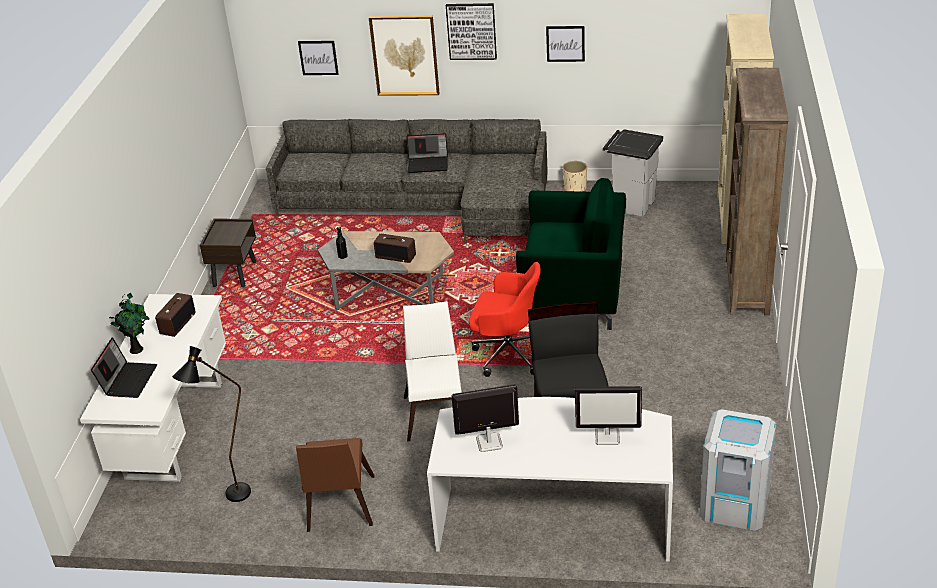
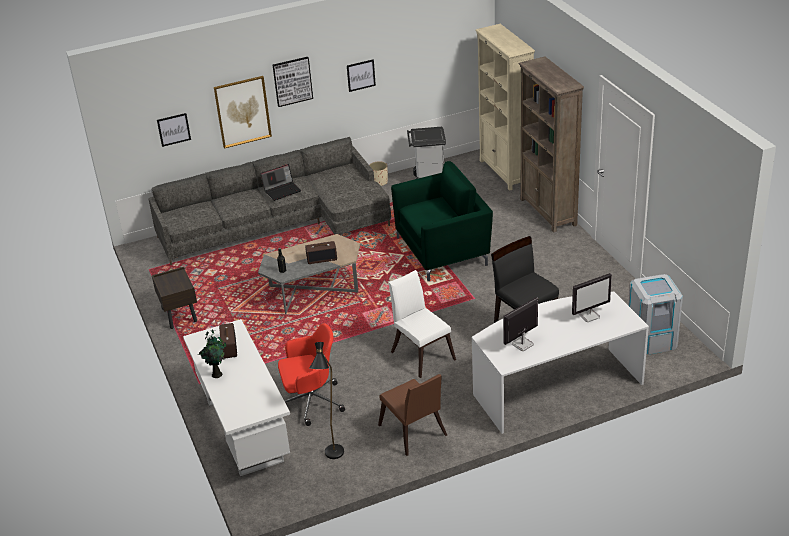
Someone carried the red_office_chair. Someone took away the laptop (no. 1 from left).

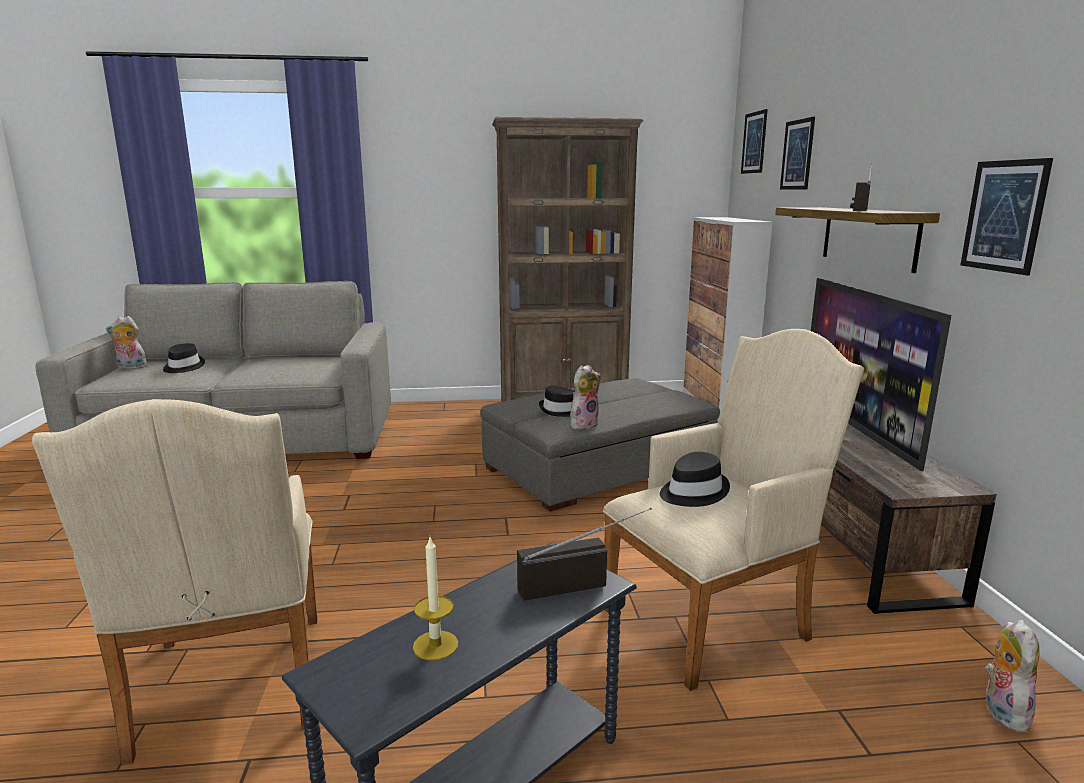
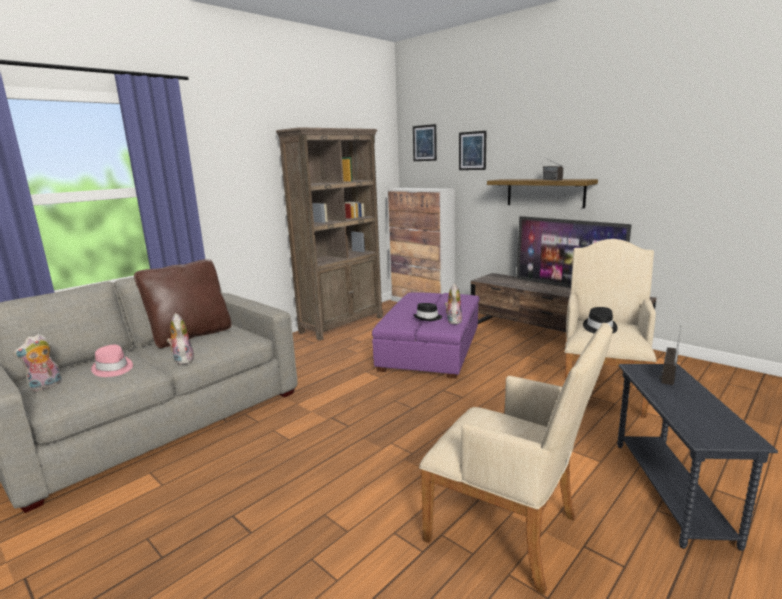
Someone repainted the black_hat (no. 1 from left), which became the pink_hat. Someone put down the brown_pillow. Someone carried the plush_toy (no. 3 from left in the first image). Someone repainted the grey_ottoman, which became the purple_ottoman. Someone took away the candle. Someone took away the picture (no. 3 from left).

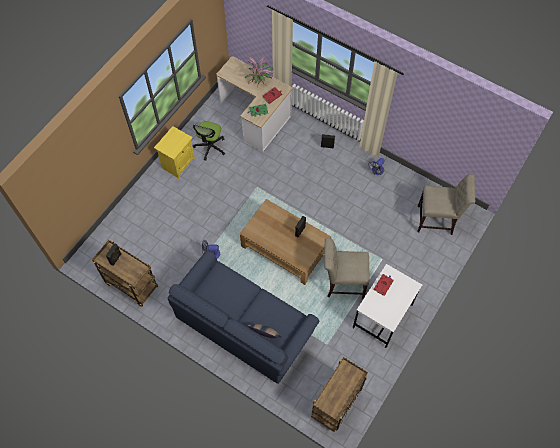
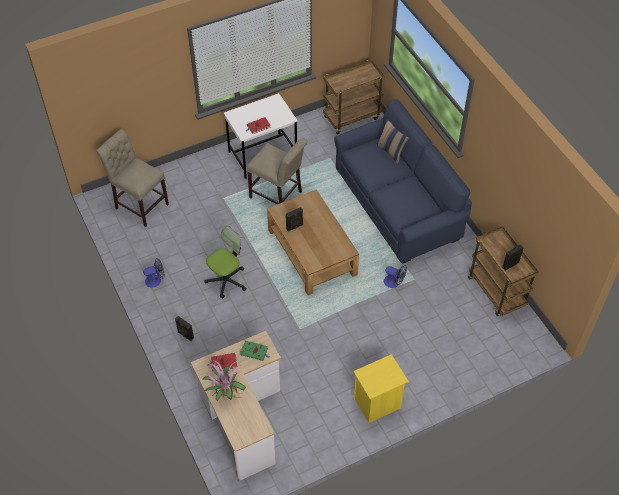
Someone carried the office_chair.

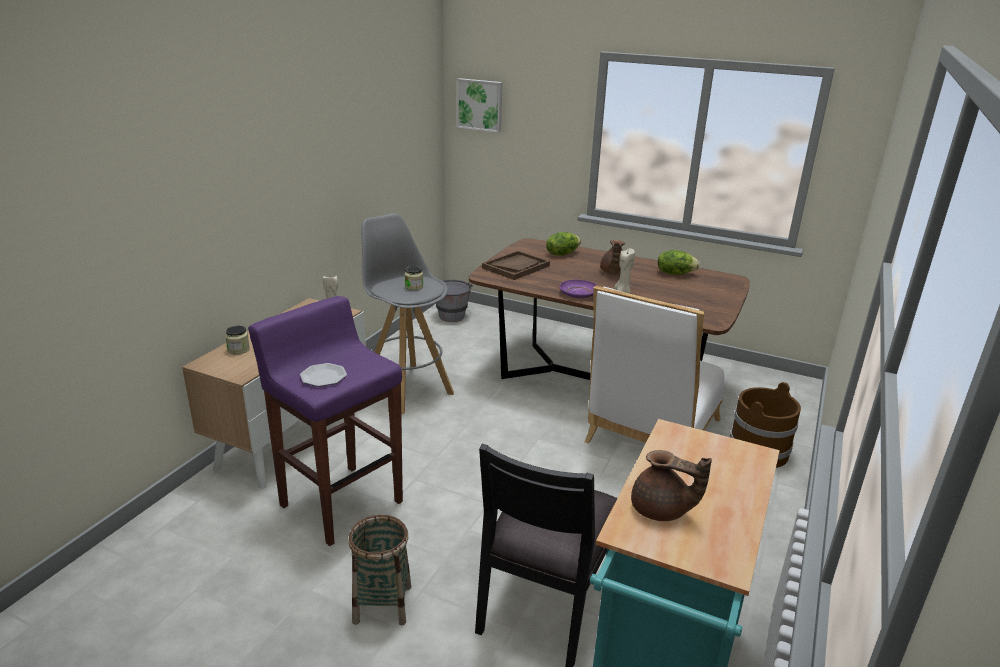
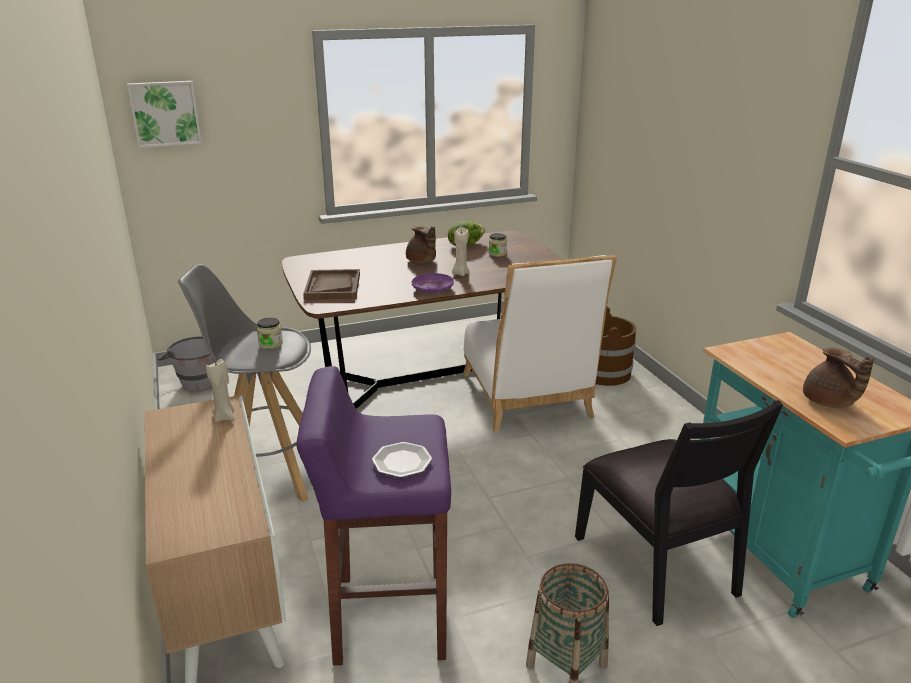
Someone carried the jar (no. 1 from left in the first image). Someone rotated the brown_teapot (no. 2 from left) by 90 degrees clockwise. Someone took away the lettuce (no. 1 from left).

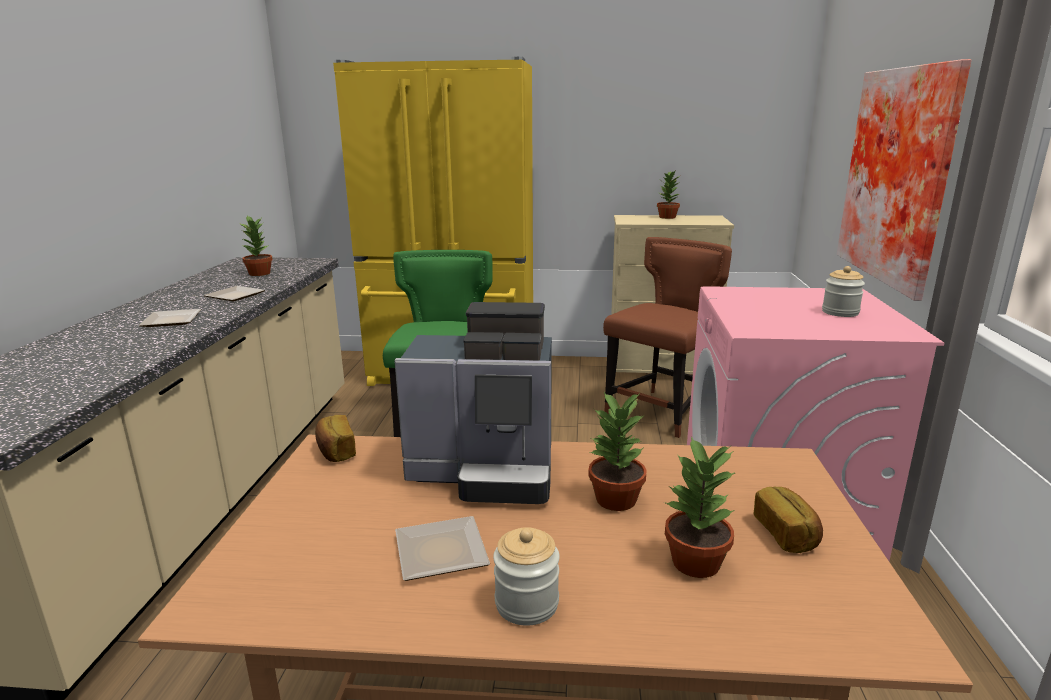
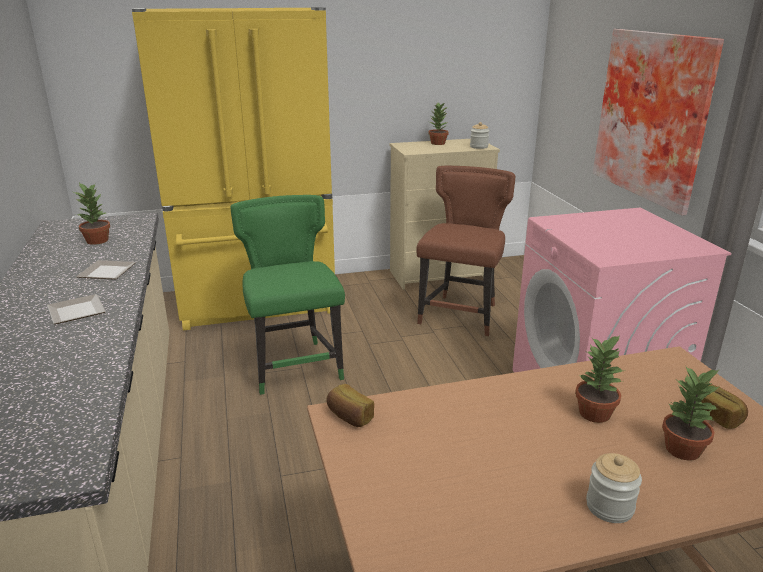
Someone carried the jar (no. 2 from left in the first image). Someone took away the coffee_machine. Someone took away the plate (no. 3 from left).

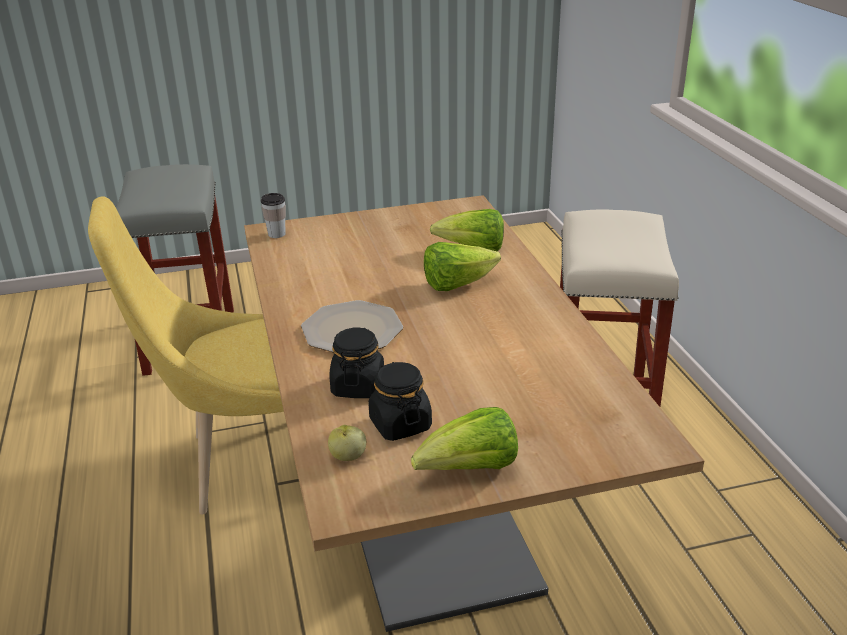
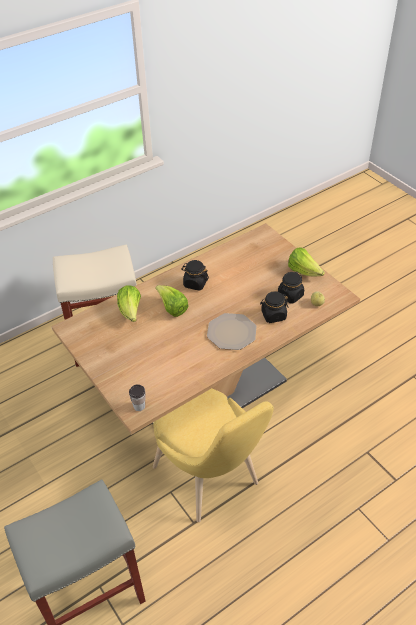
Someone put down the black_jar (no. 1 from left).

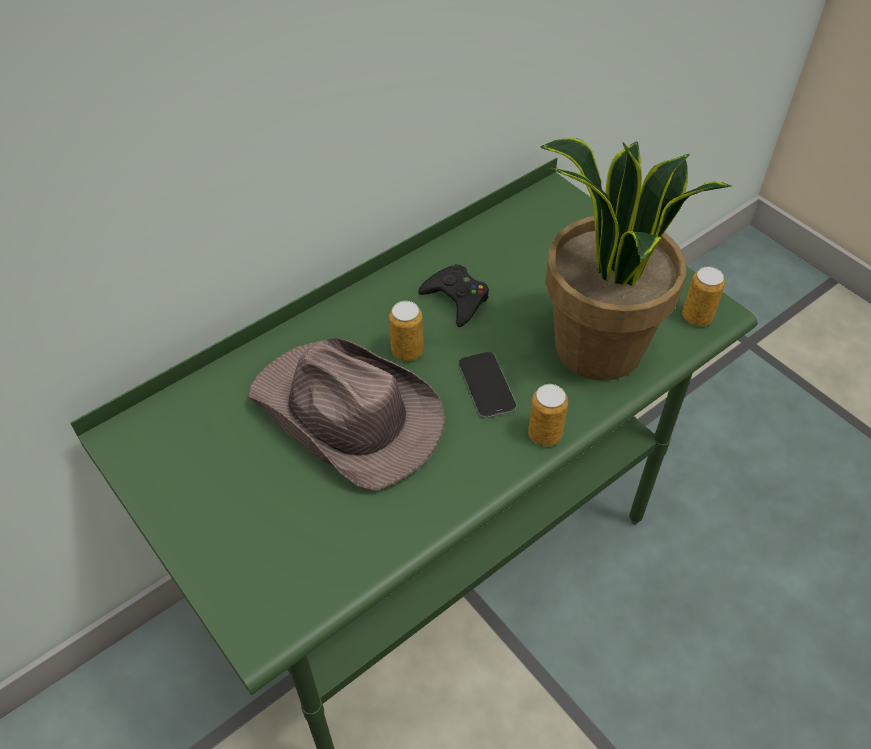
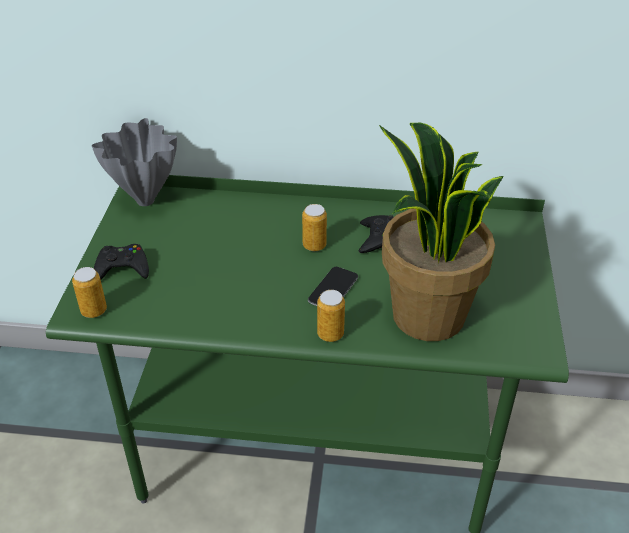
Someone carried the can (no. 3 from left in the first image). Someone put down the grey_vase. Someone put down the black_game_controller (no. 1 from left). Someone took away the brown_hat.

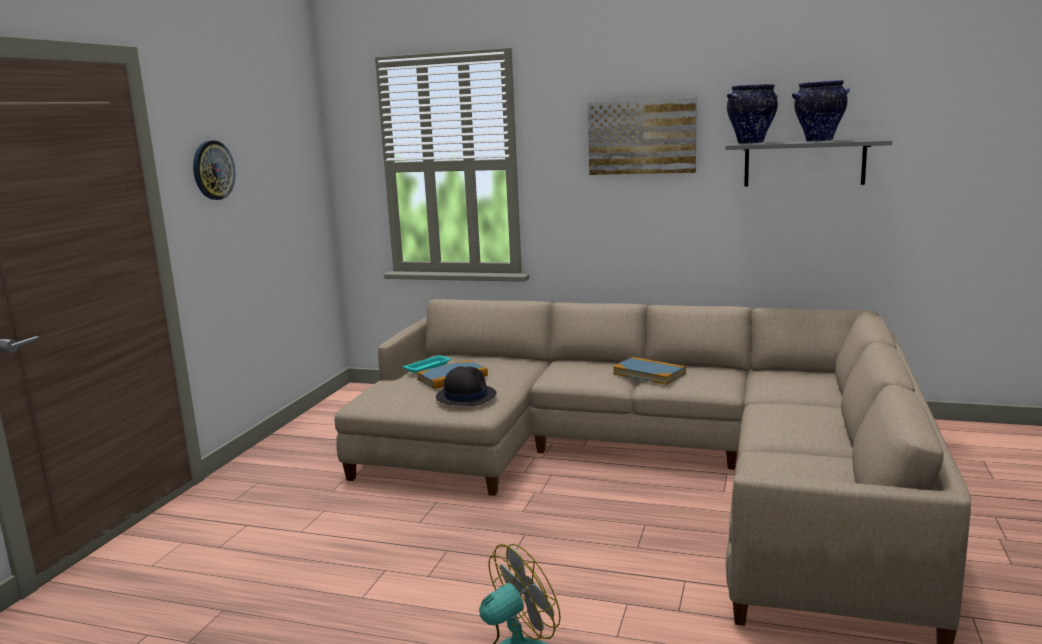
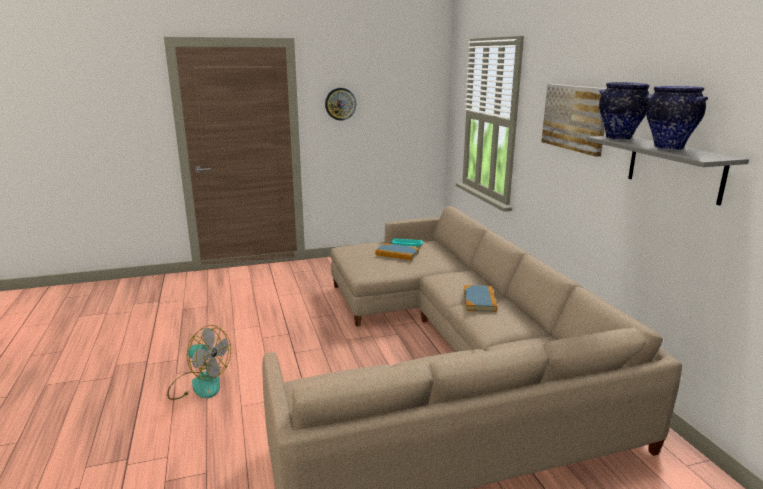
Someone took away the black_hat.

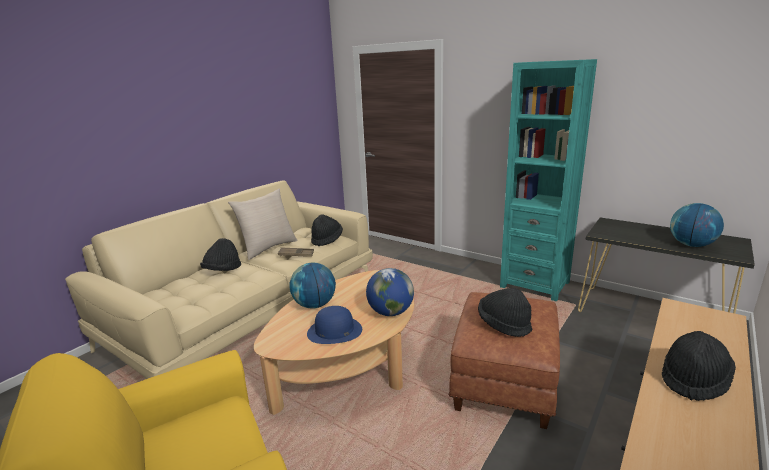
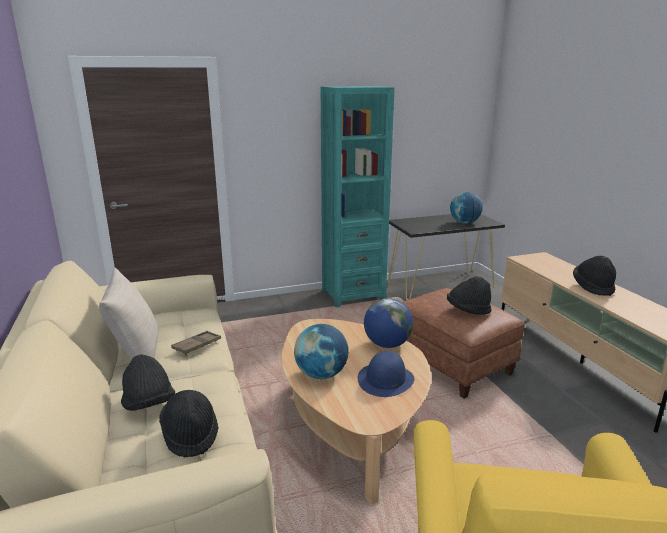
Someone carried the black_hat (no. 2 from left).

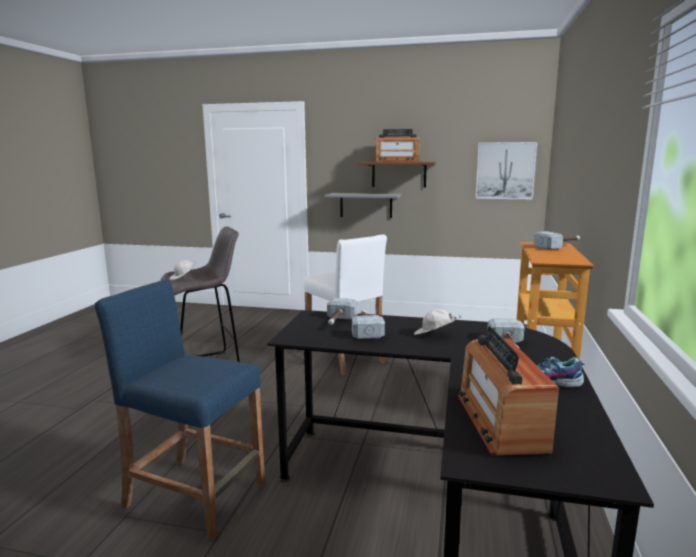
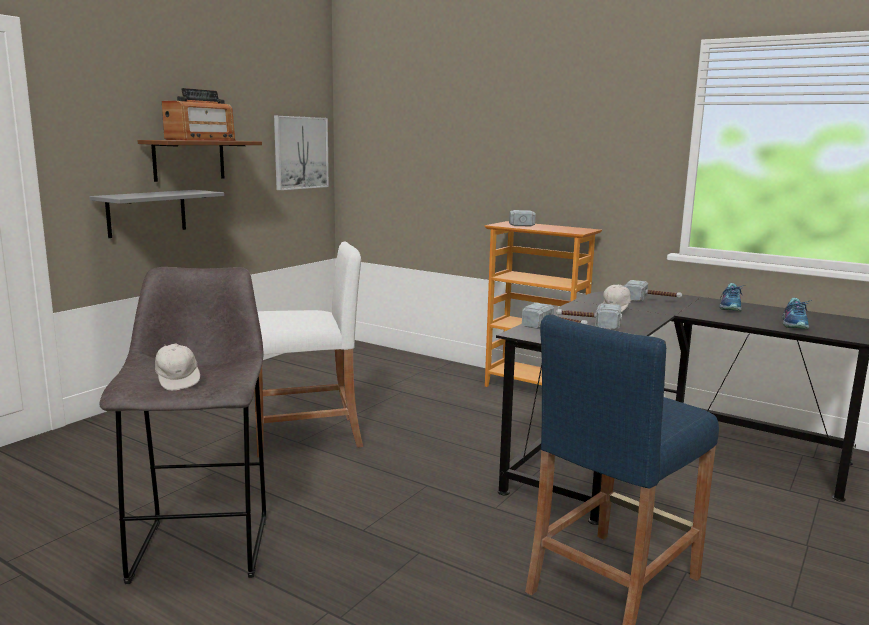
Someone swapped the radio (no. 2 from left) for the shoe (no. 2 from left).

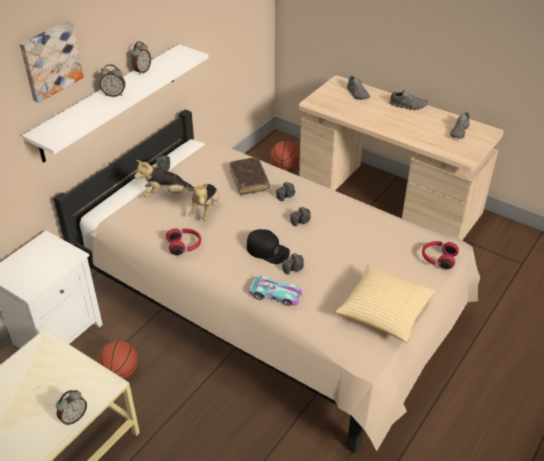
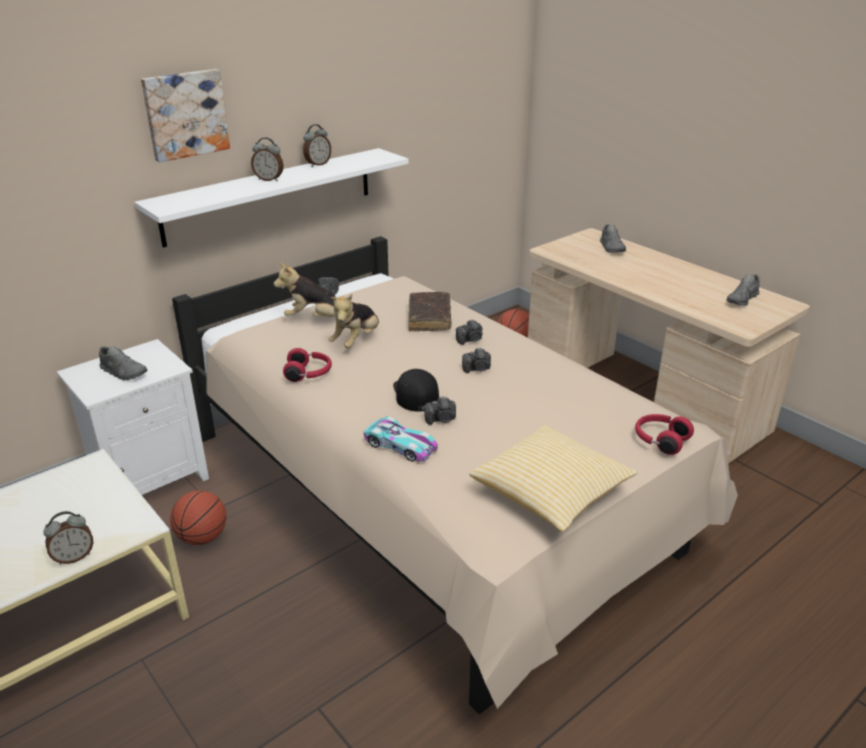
Someone carried the grey_shoe (no. 2 from left in the first image). Someone rotated the black_cap by 150 degrees counterclockwise.

